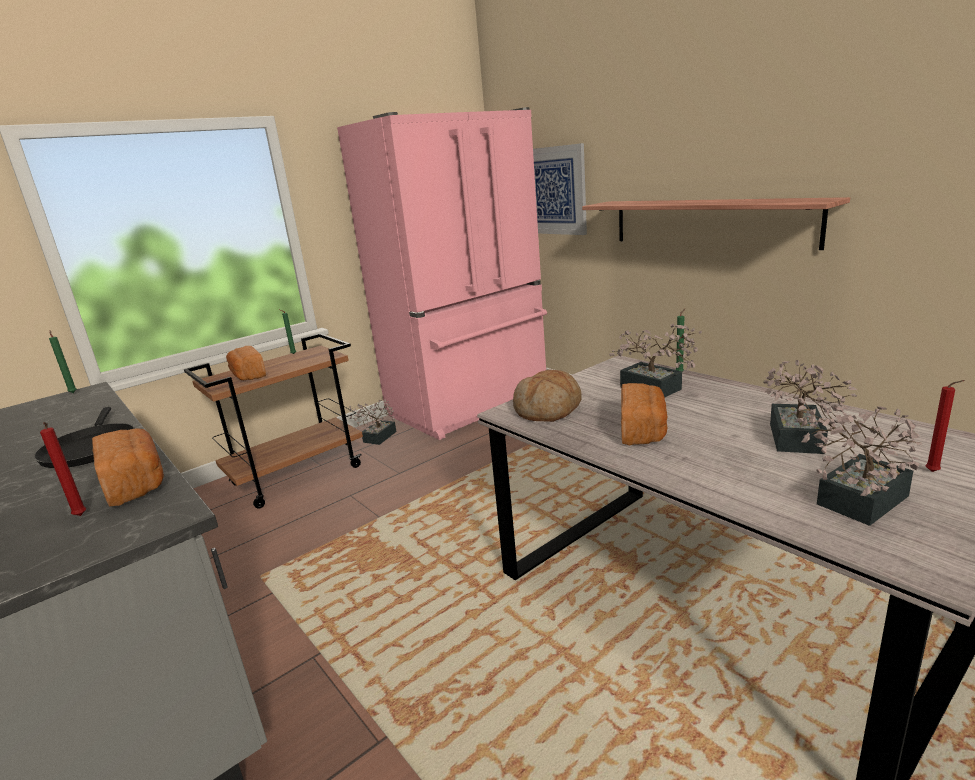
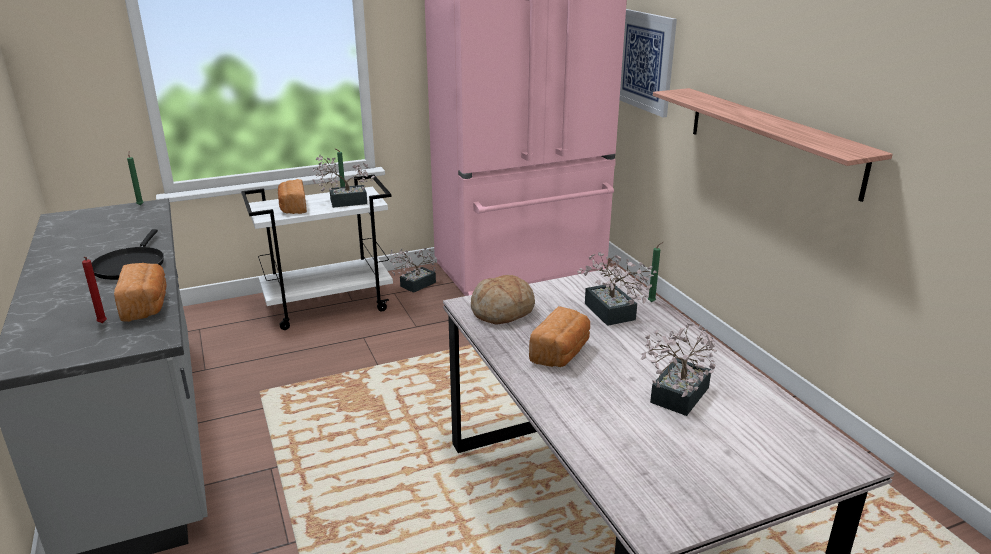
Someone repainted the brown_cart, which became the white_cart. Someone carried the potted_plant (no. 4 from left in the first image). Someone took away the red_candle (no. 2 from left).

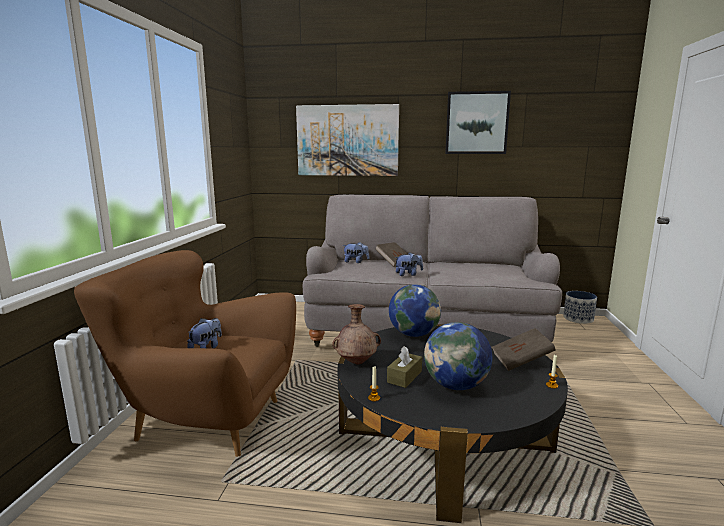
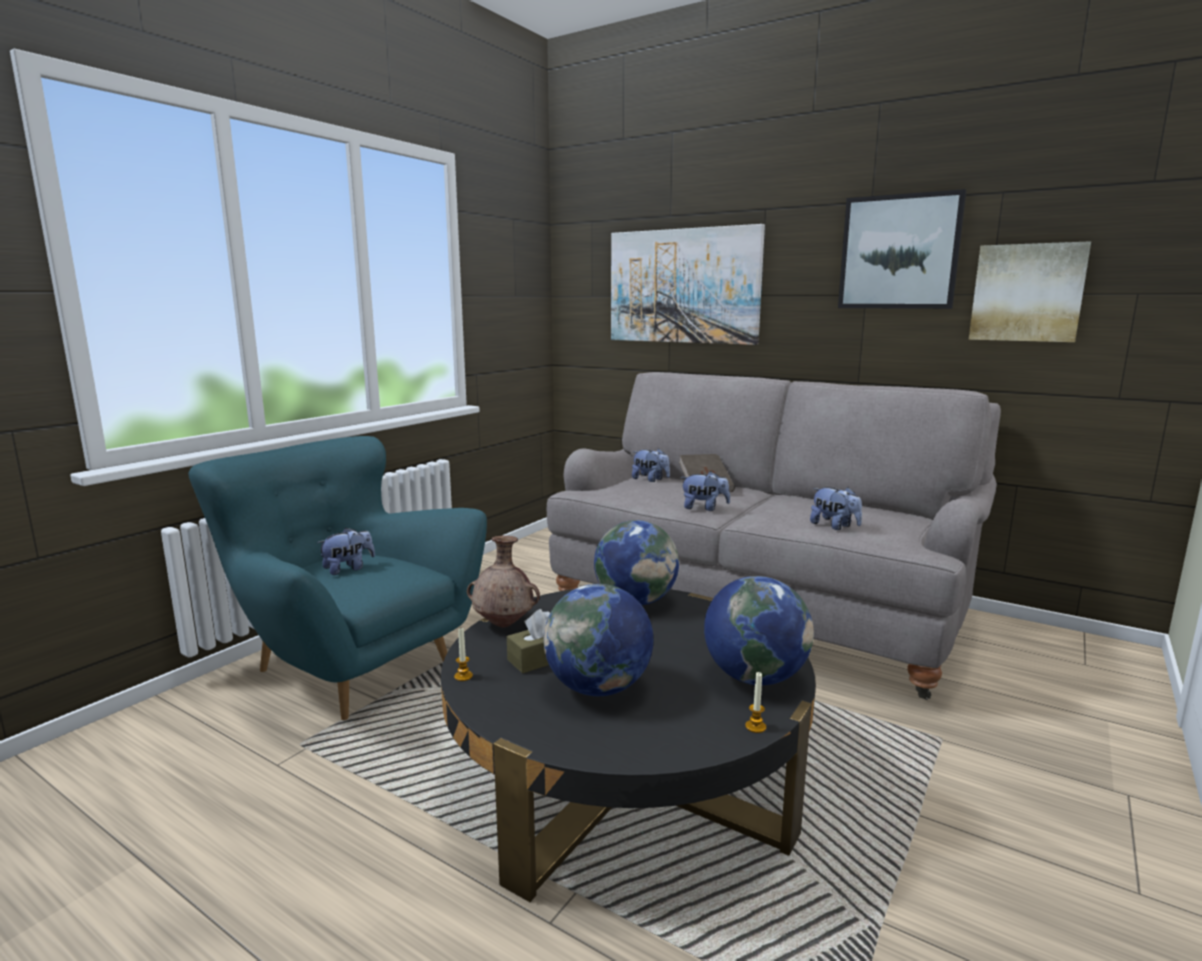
Someone repainted the brown_armchair, which became the turquoise_armchair. Someone swapped the brown_book (no. 2 from left) for the globe (no. 3 from left). Someone put down the plush_toy (no. 4 from left). Someone put up the picture (no. 3 from left). Someone took away the planter.

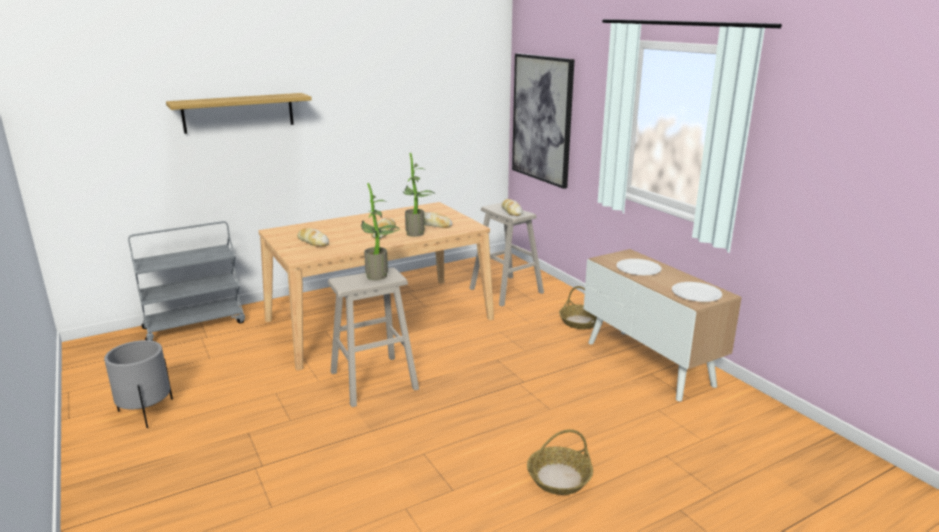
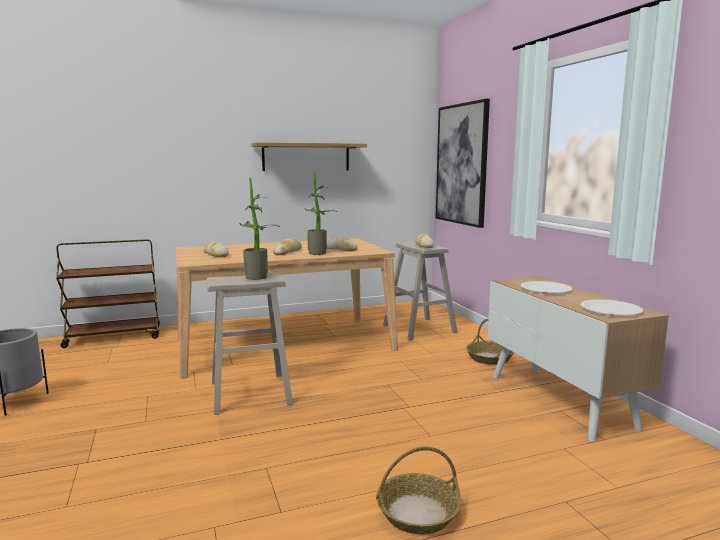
Someone repainted the grey_cart, which became the brown_cart. Someone carried the shelf.

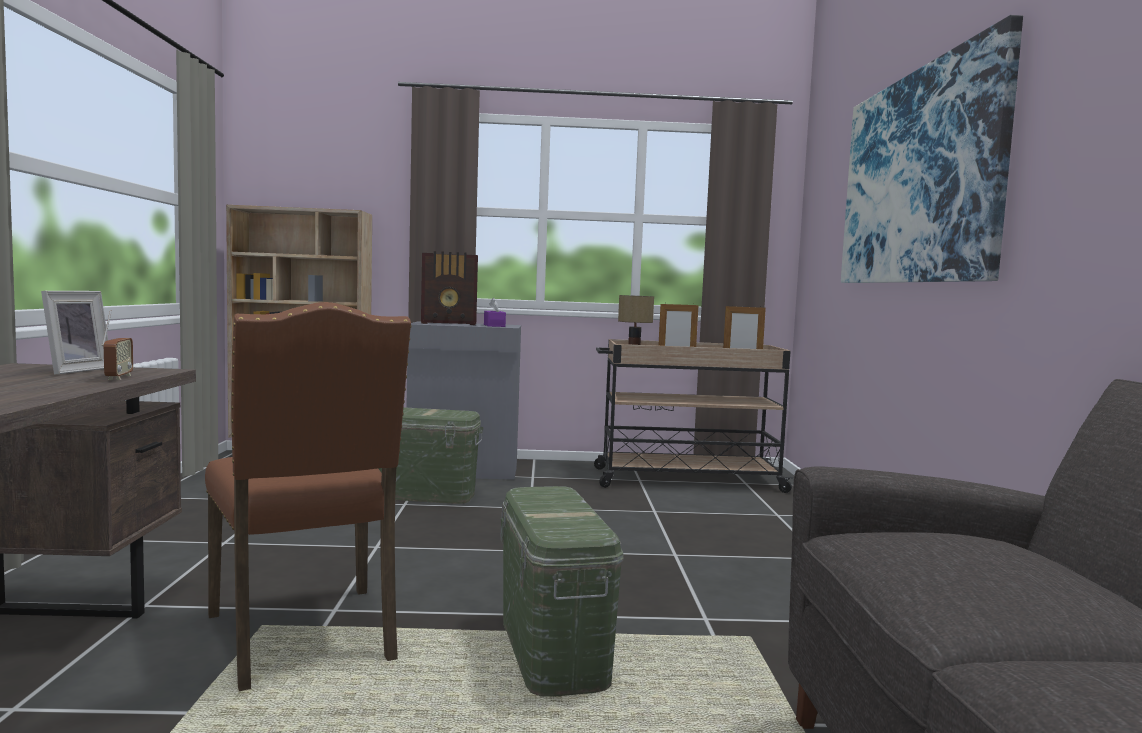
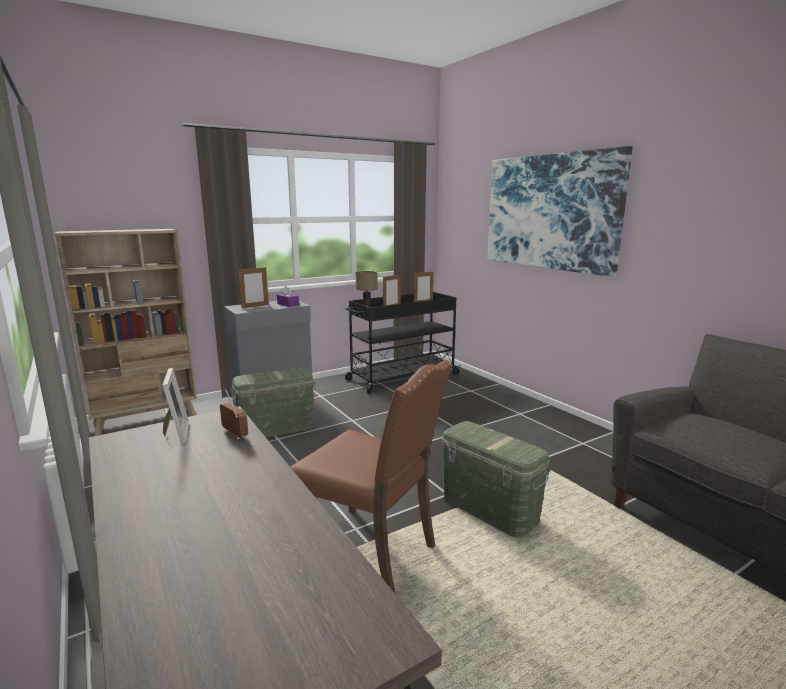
Someone swapped the radio (no. 2 from left) for the picture_frame (no. 2 from left). Someone repainted the beige_cart, which became the black_cart.

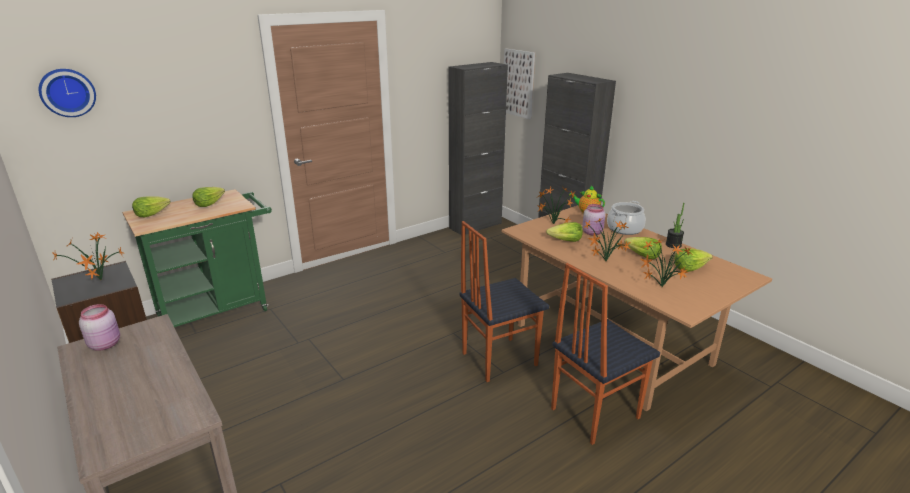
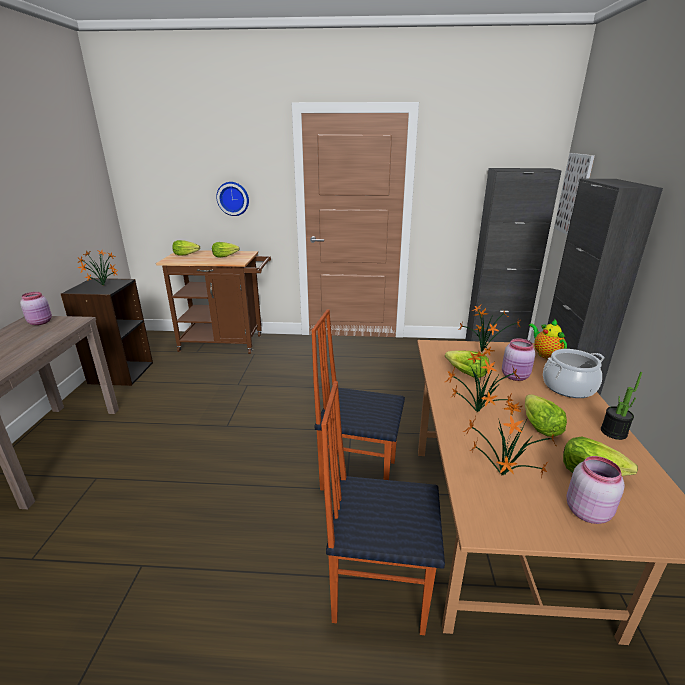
Someone repainted the green_cart, which became the brown_cart. Someone carried the wall_clock. Someone put down the pink_jar (no. 3 from left).

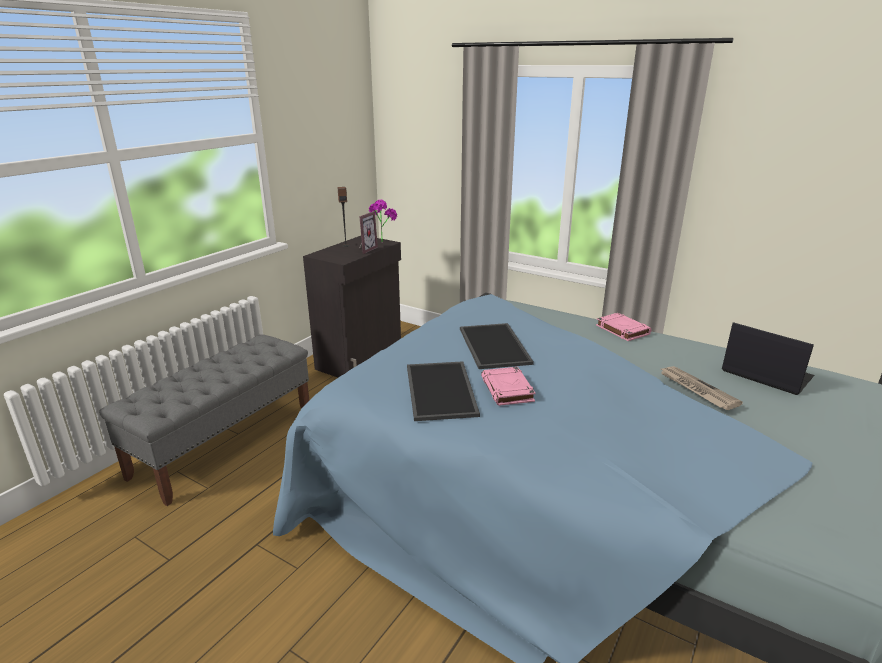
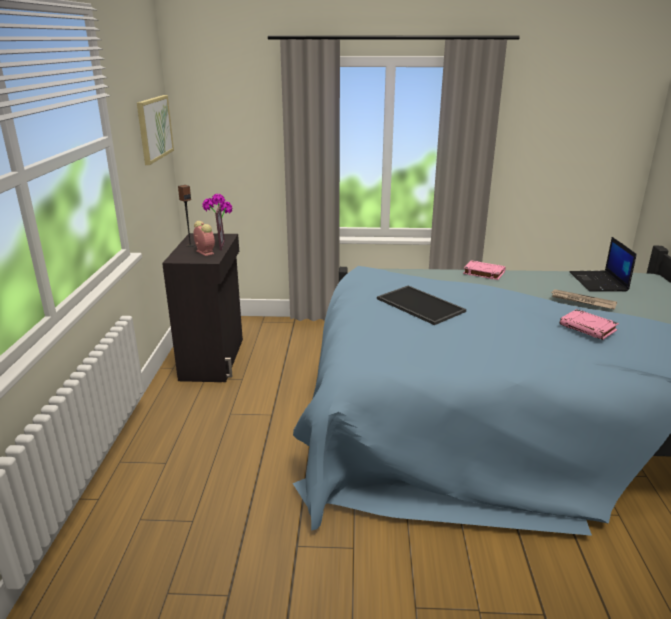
Someone put up the picture. Someone put down the alarm_clock. Someone carried the pink_book (no. 1 from left in the first image). Someone rotated the laptop by 105 degrees counterclockwise. Someone took away the grey_bench. Someone took away the tray (no. 1 from left).

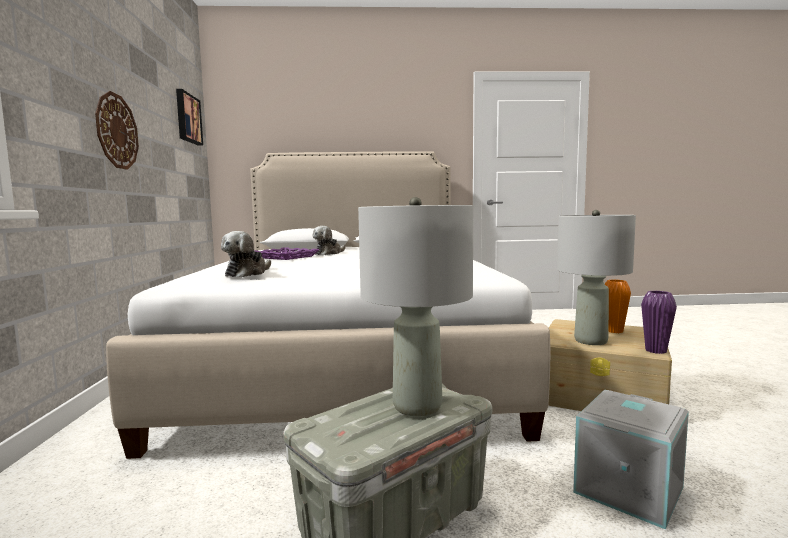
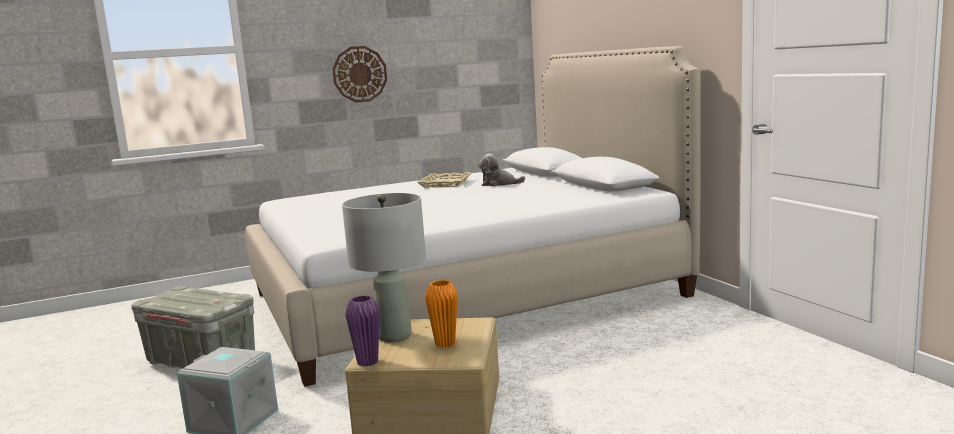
Someone repainted the purple_tray, which became the beige_tray. Someone took away the picture. Someone took away the plush_toy (no. 1 from left). Someone took away the grey_table_lamp (no. 1 from left).

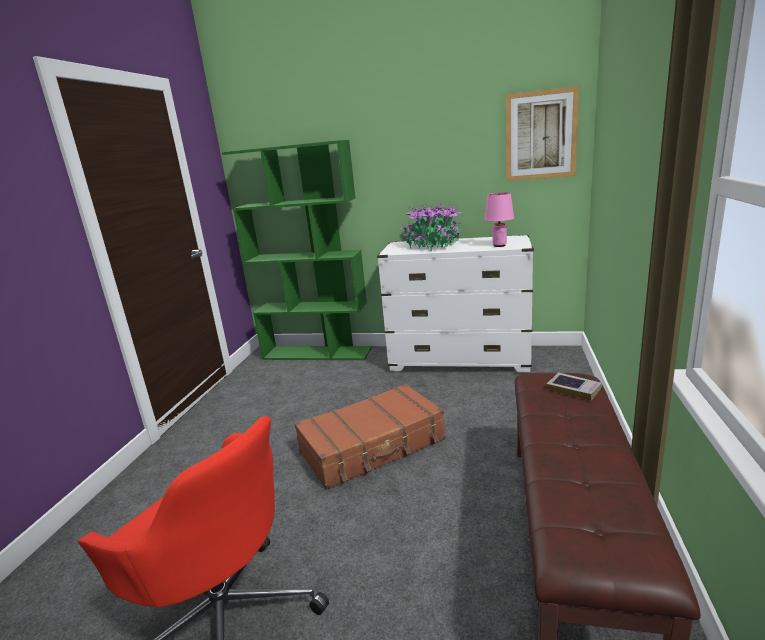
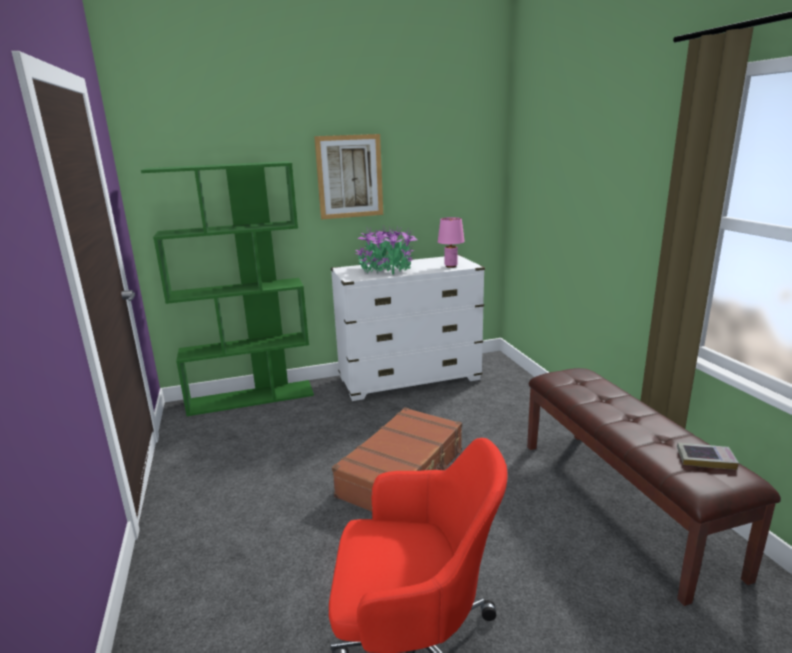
Someone carried the picture. Someone carried the book.

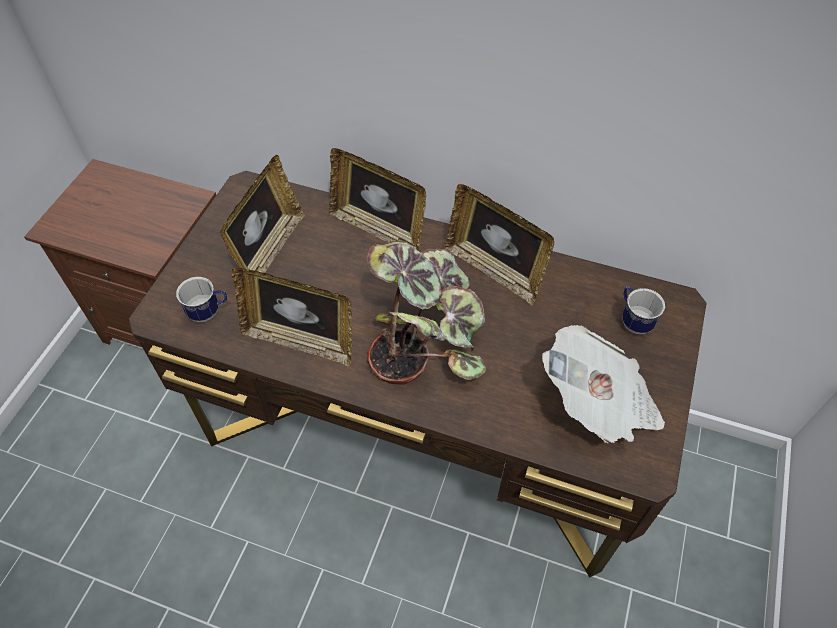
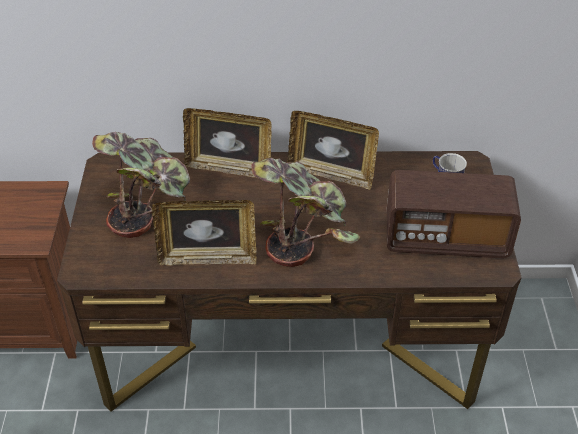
Someone swapped the picture_frame (no. 1 from left) for the potted_plant (no. 1 from left). Someone swapped the newspaper for the radio. Someone took away the mug (no. 1 from left).

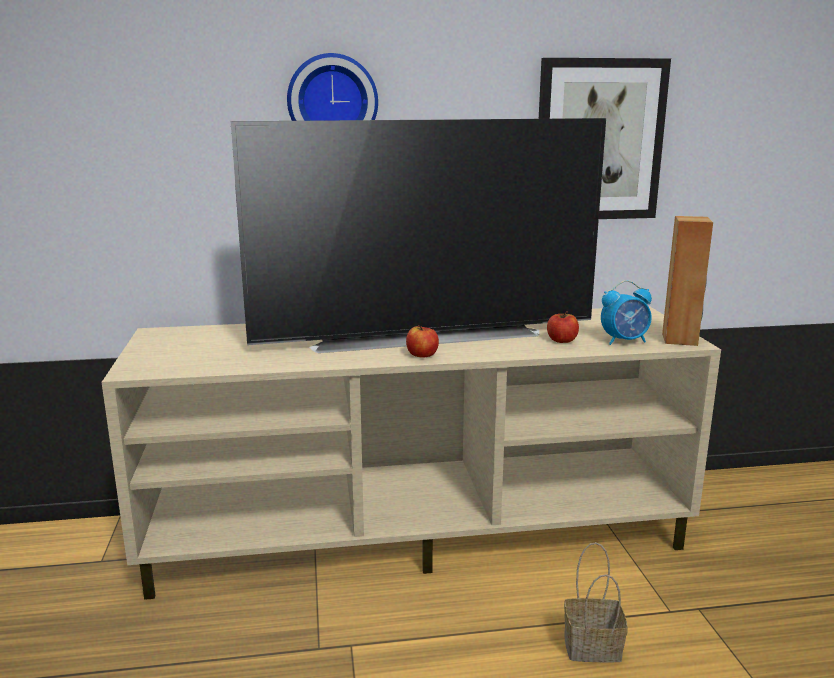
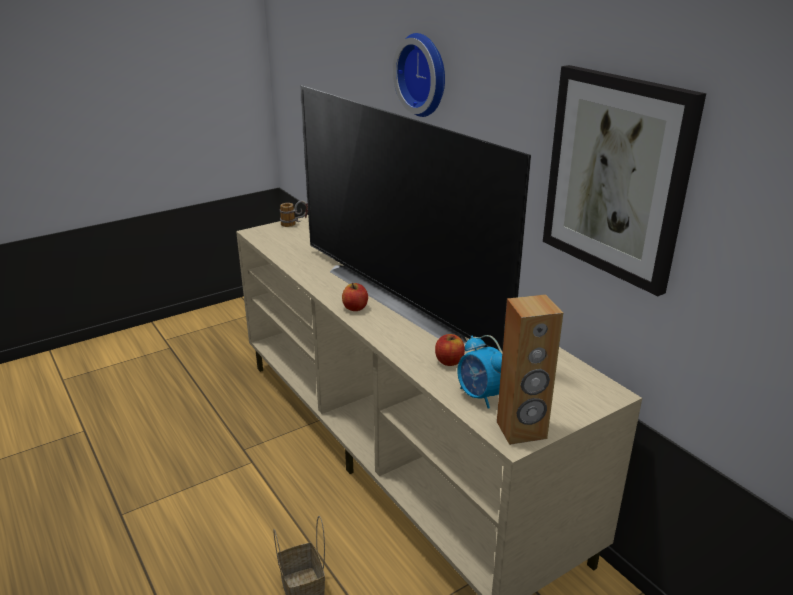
Someone put down the mug.

